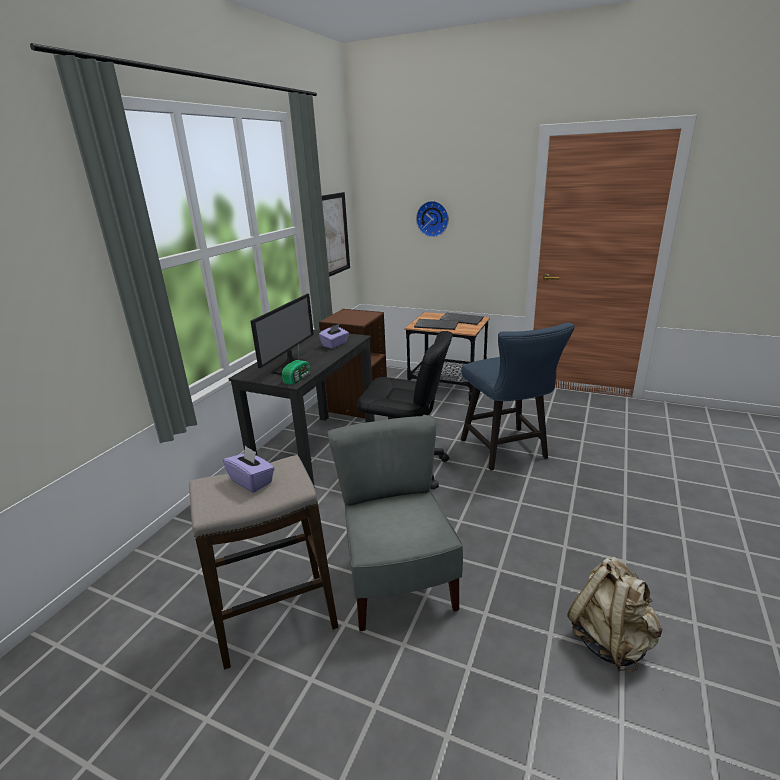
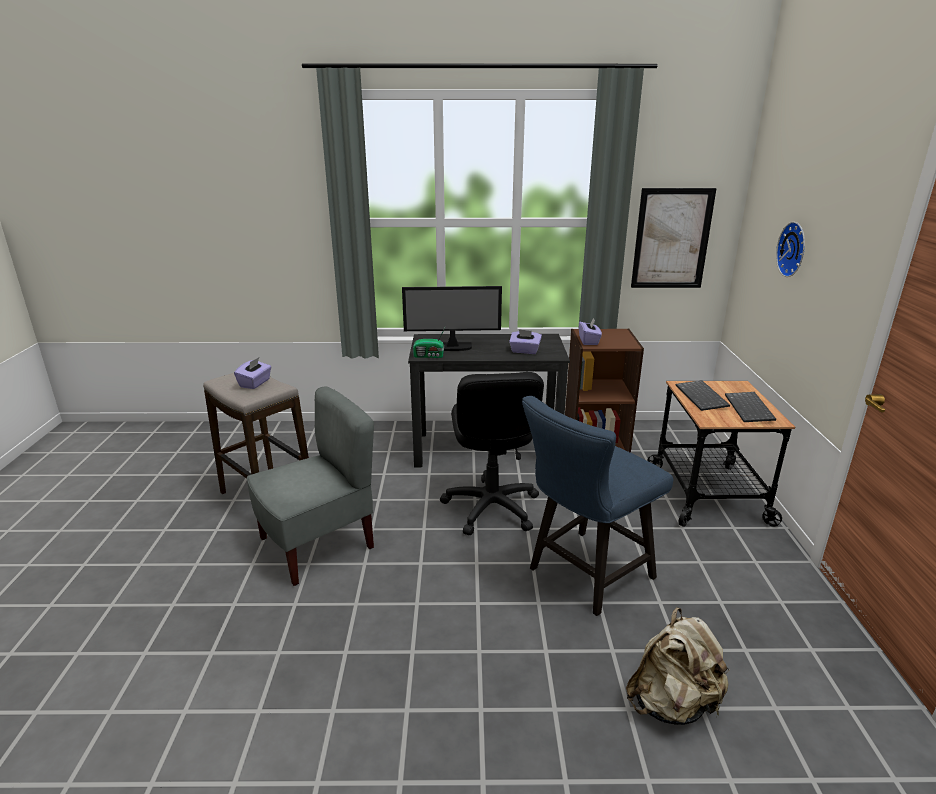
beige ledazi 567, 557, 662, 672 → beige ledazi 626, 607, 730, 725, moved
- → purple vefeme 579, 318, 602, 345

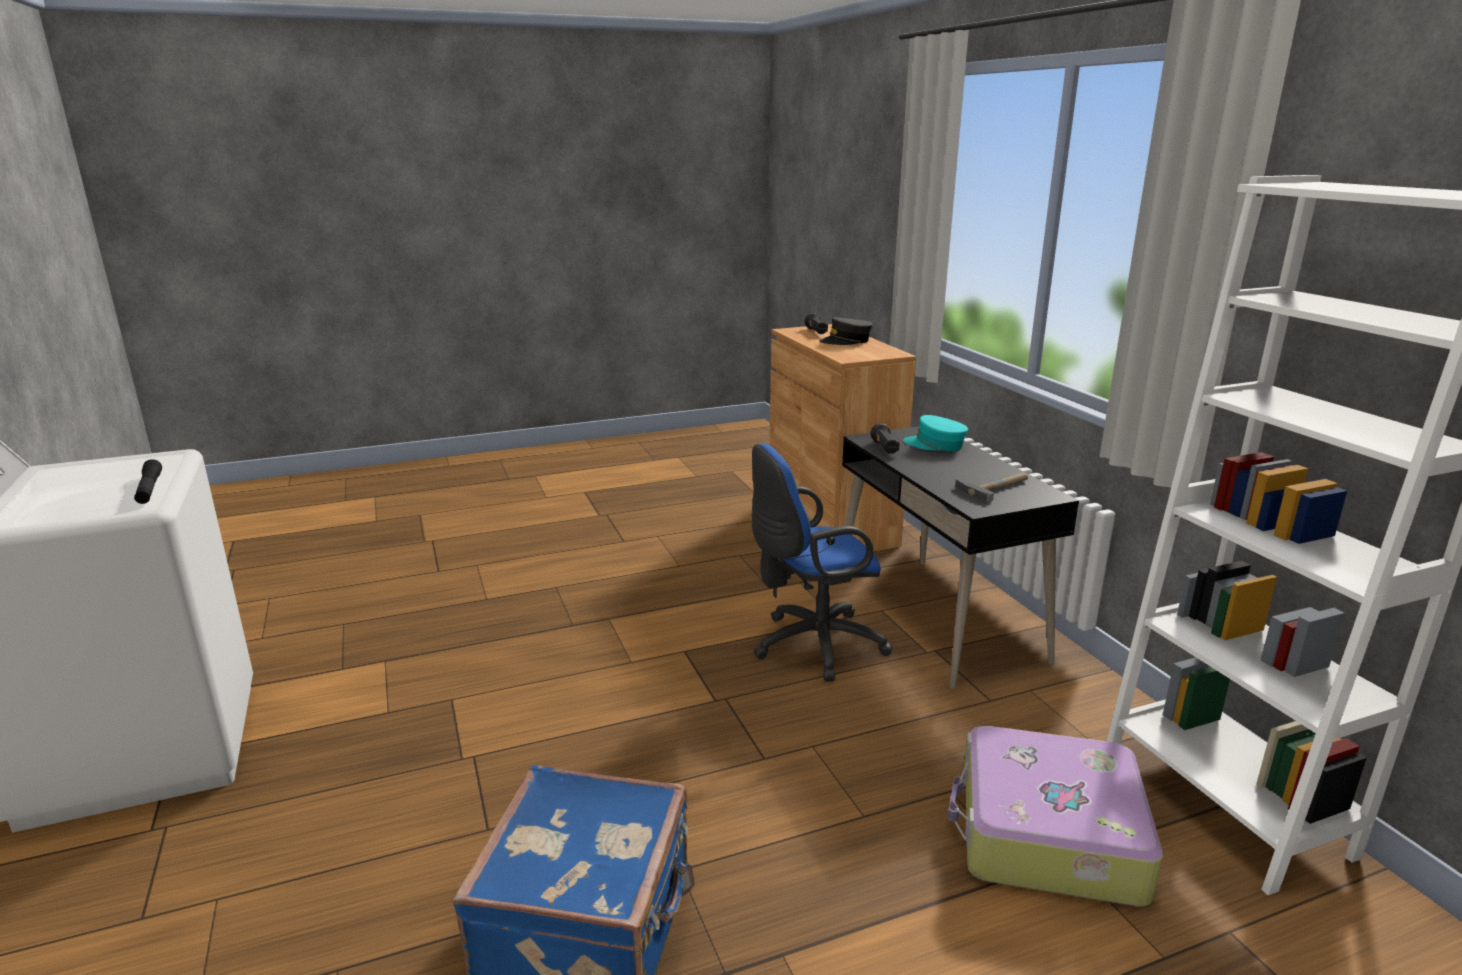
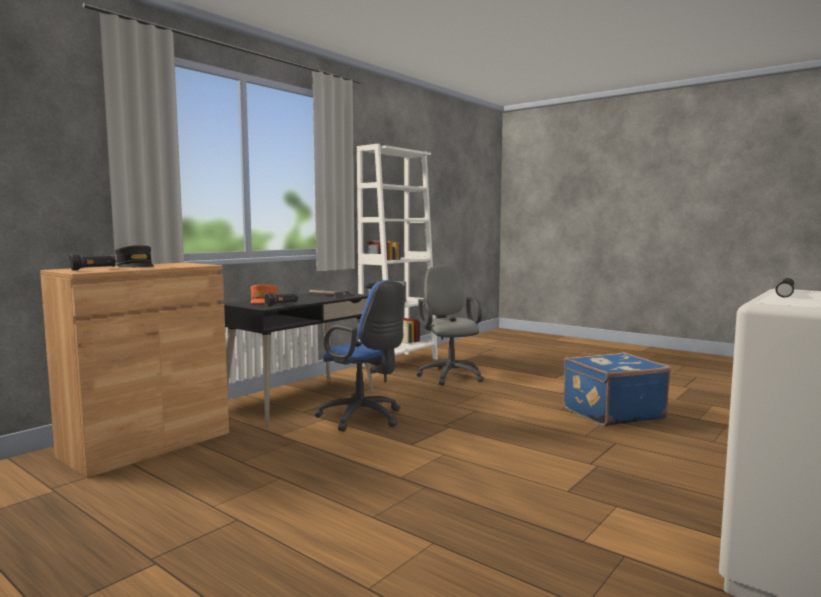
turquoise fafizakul 903, 415, 968, 451 → orange fafizakul 250, 285, 278, 304
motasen 948, 726, 1163, 907 → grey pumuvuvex 416, 264, 484, 385

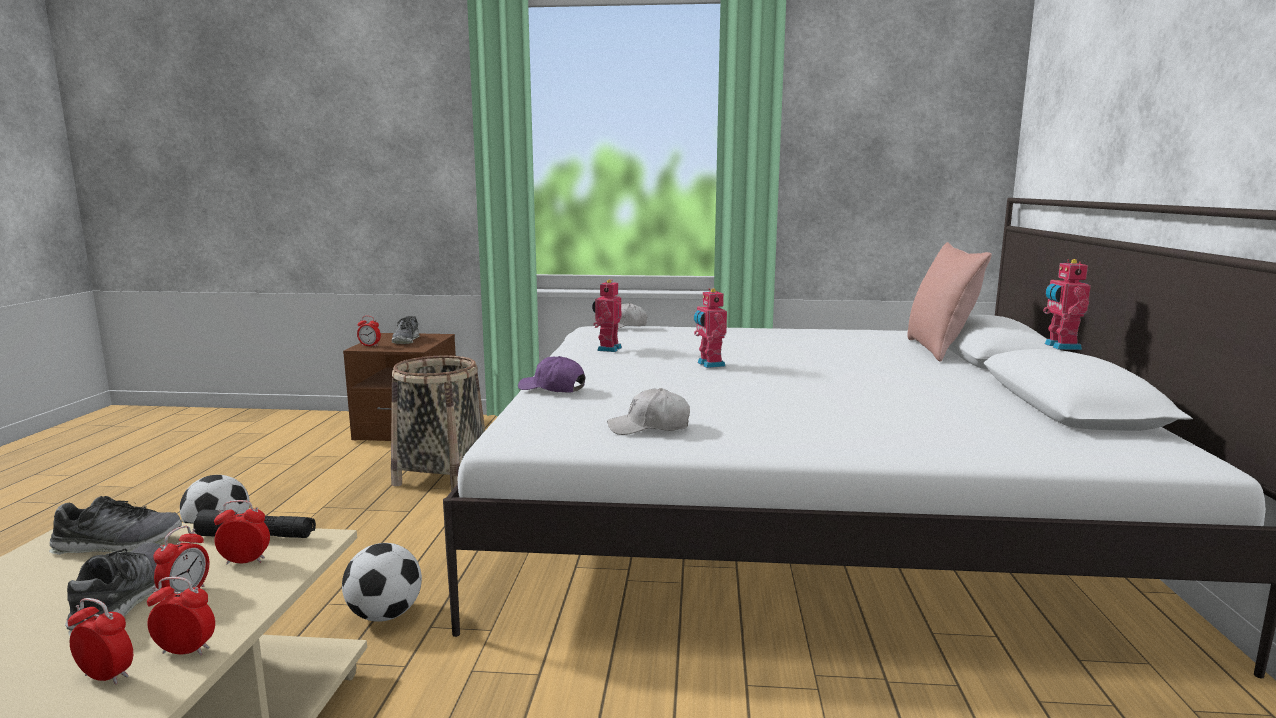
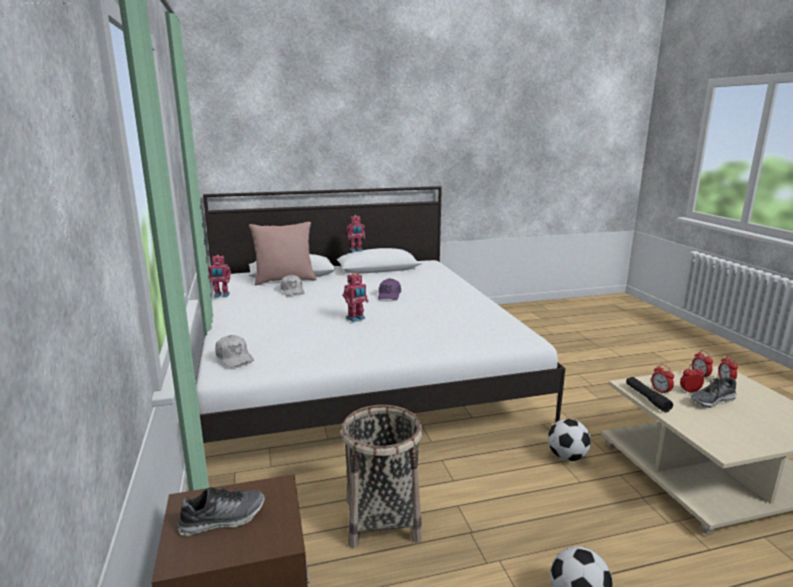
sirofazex 49, 496, 182, 555 → -
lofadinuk 357, 316, 381, 347 → -
purple fafizakul 518, 356, 585, 393 → purple fafizakul 378, 278, 401, 300, moved
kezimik 592, 280, 622, 352 → kezimik 208, 255, 231, 298, moved
white fafizakul 607, 388, 690, 435 → white fafizakul 281, 275, 304, 296, moved

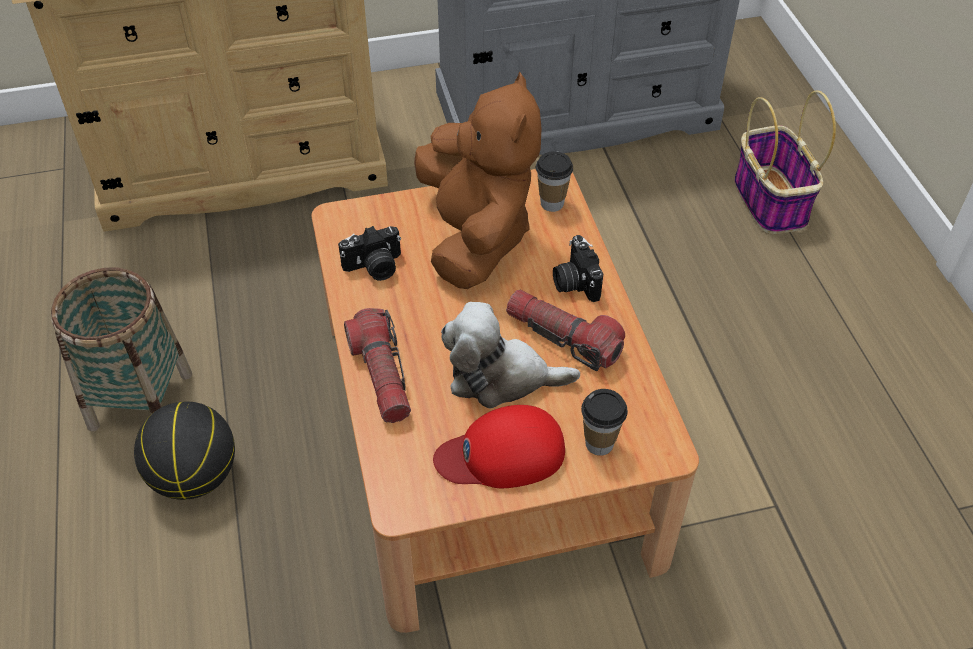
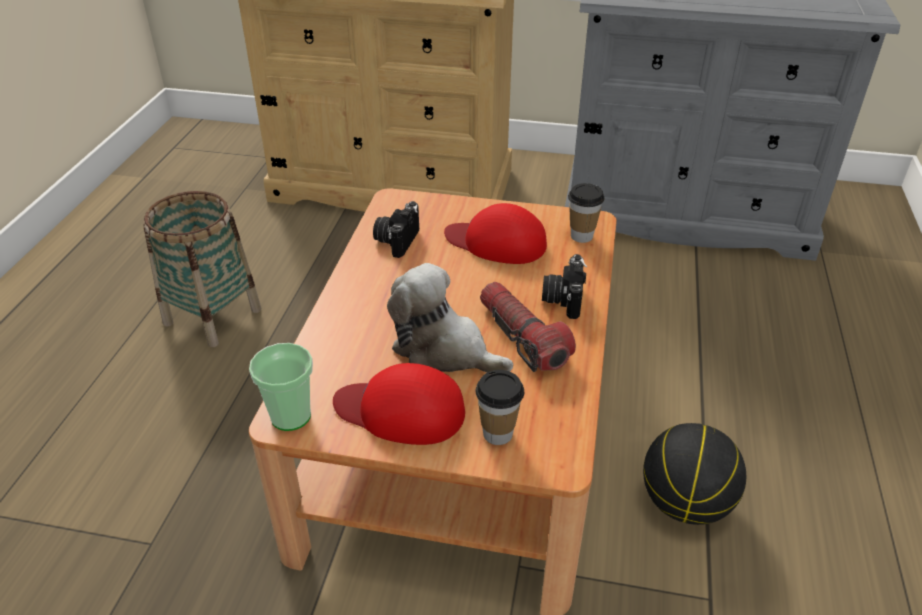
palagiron 134, 401, 235, 500 → palagiron 643, 423, 746, 525, moved
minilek 338, 226, 401, 281 → minilek 373, 201, 419, 258, 105 degrees clockwise
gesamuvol 344, 308, 411, 423 → -
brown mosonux 414, 72, 542, 289 → red fafizakul 444, 203, 547, 264
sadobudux 734, 90, 836, 234 → -
- → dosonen 249, 343, 313, 431

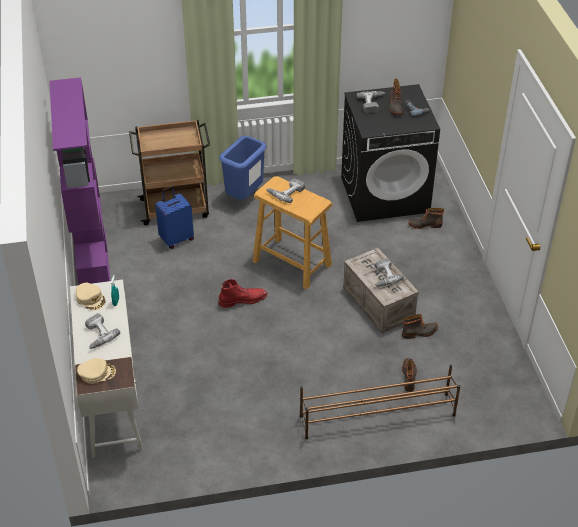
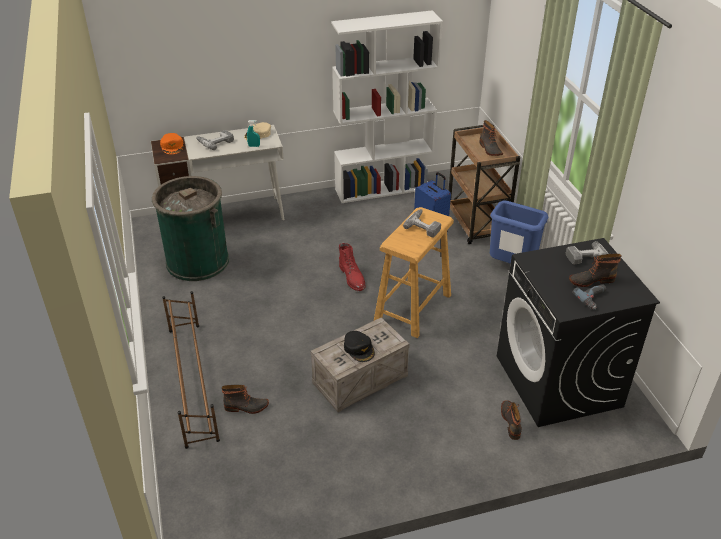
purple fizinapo 49, 77, 110, 285 → white fizinapo 331, 10, 443, 203
beige fafizakul 77, 358, 116, 384 → orange fafizakul 160, 133, 183, 154
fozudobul 375, 258, 404, 287 → black fafizakul 344, 331, 375, 362
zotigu 402, 314, 438, 339 → zotigu 479, 120, 503, 156, moved
- → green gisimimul 152, 176, 229, 281

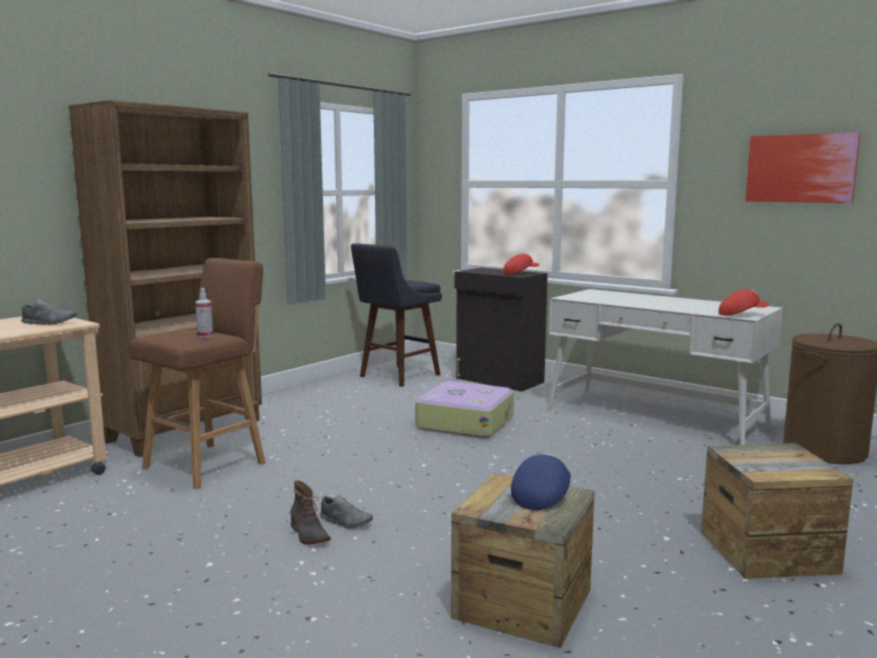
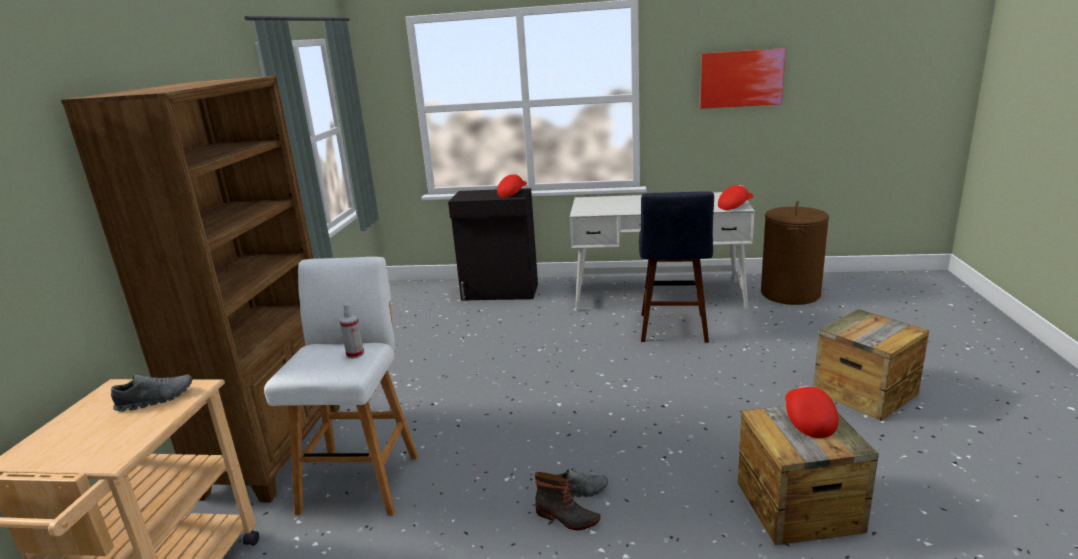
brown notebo 129, 258, 266, 490 → white notebo 264, 257, 418, 516
blue notebo 351, 243, 442, 387 → blue notebo 639, 192, 714, 343, moved
motasen 415, 381, 514, 438 → -
blue fafizakul 511, 453, 571, 510 → red fafizakul 785, 385, 838, 438

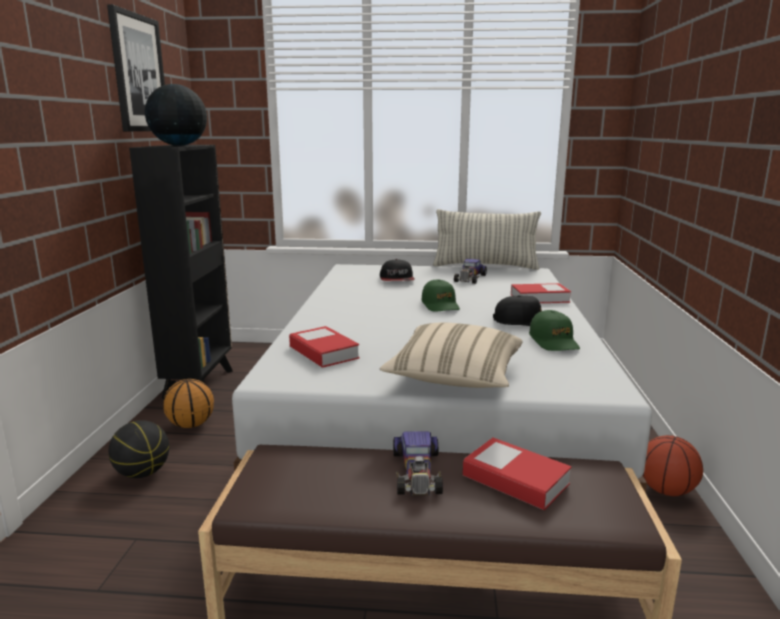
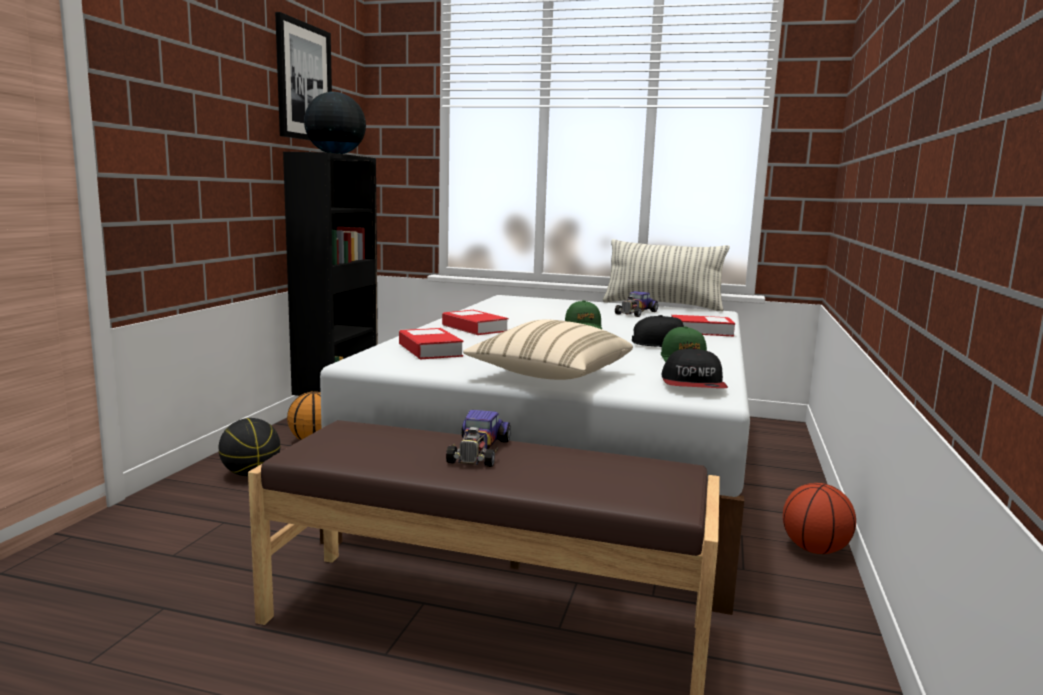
fafizakul 380, 259, 415, 281 → fafizakul 662, 348, 728, 388, moved
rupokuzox 463, 438, 572, 510 → rupokuzox 442, 310, 508, 335, moved

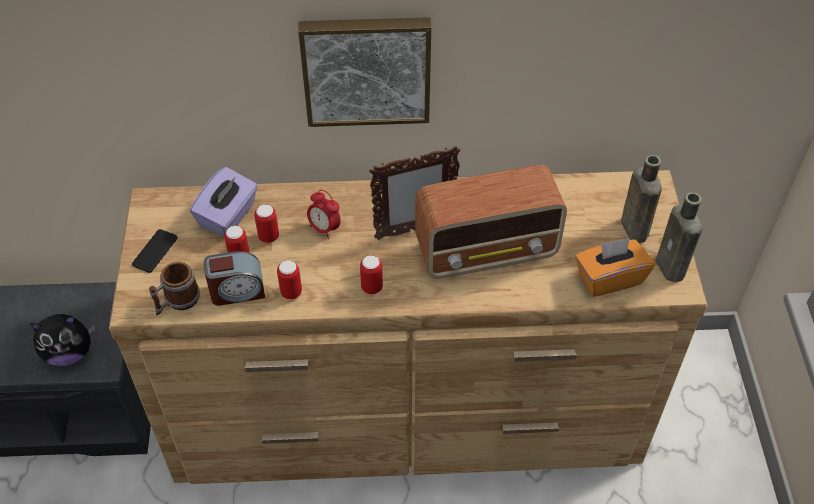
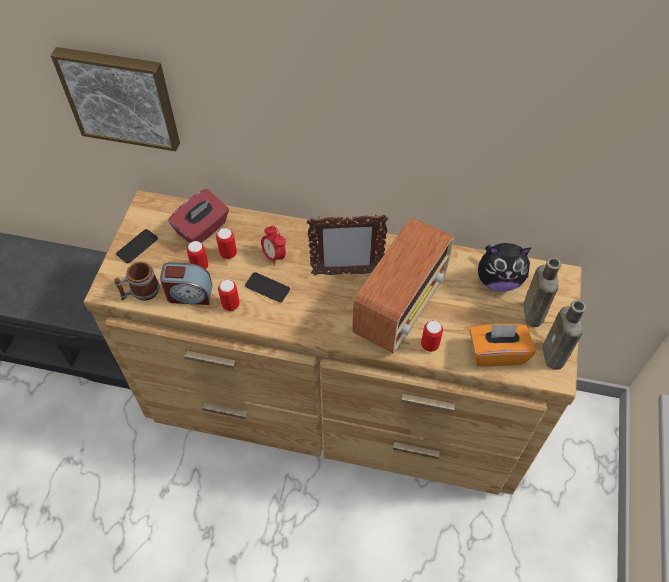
mosonux 30, 314, 95, 366 → mosonux 478, 243, 531, 292, moved
purple vefeme 190, 167, 258, 236 → red vefeme 168, 189, 229, 243
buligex 298, 17, 431, 127 → buligex 51, 47, 180, 151, moved
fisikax 360, 255, 383, 294 → fisikax 421, 320, 443, 352, moved
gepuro 415, 165, 567, 279 → gepuro 352, 218, 454, 354, 60 degrees counterclockwise
- → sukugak 245, 272, 290, 302

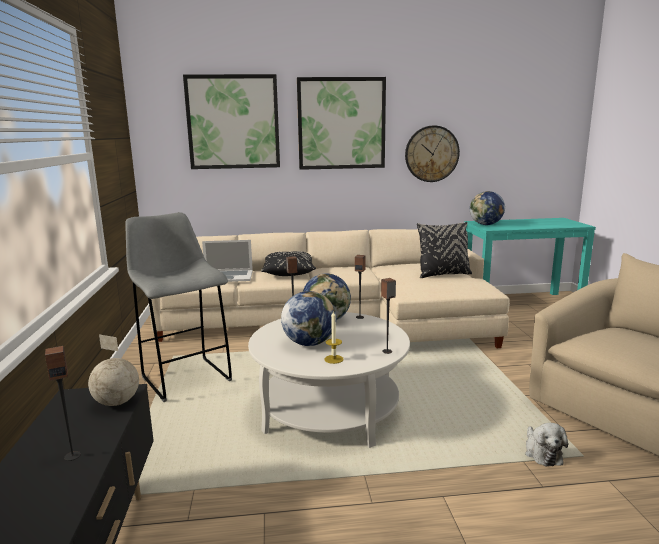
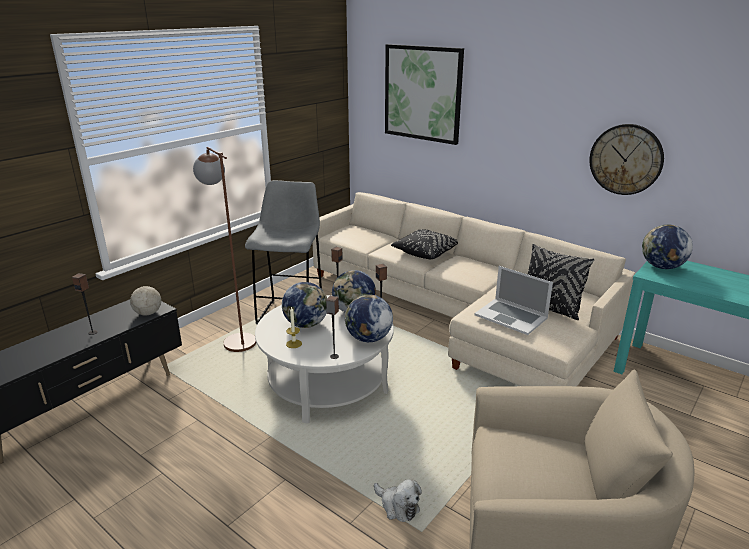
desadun 202, 240, 253, 282 → desadun 474, 266, 553, 335, moved
buligex 297, 77, 386, 170 → -
mosonux 525, 423, 568, 466 → mosonux 374, 479, 422, 522, 90 degrees counterclockwise
- → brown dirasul 193, 147, 256, 352
- → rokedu 345, 295, 393, 342

